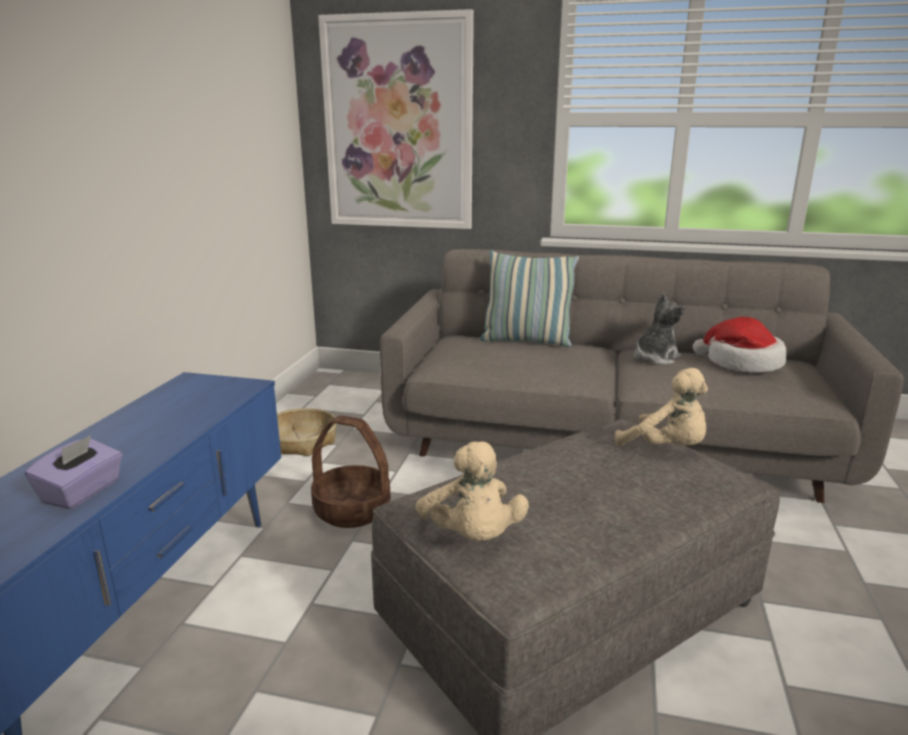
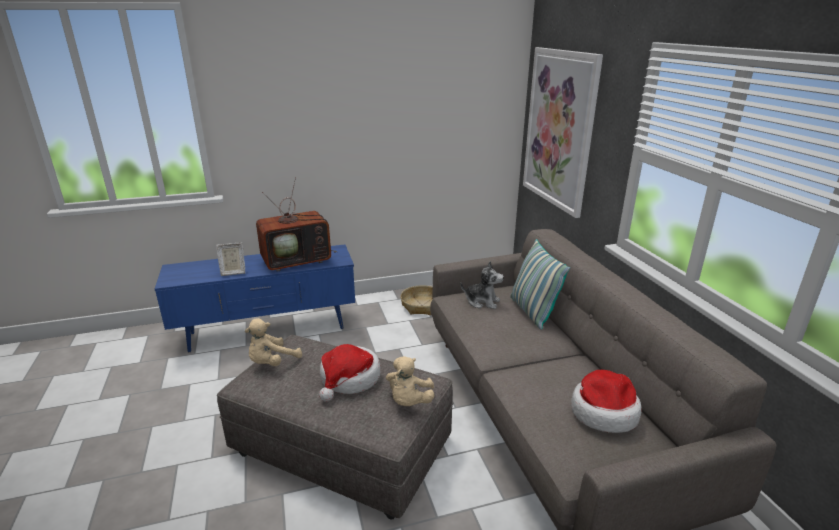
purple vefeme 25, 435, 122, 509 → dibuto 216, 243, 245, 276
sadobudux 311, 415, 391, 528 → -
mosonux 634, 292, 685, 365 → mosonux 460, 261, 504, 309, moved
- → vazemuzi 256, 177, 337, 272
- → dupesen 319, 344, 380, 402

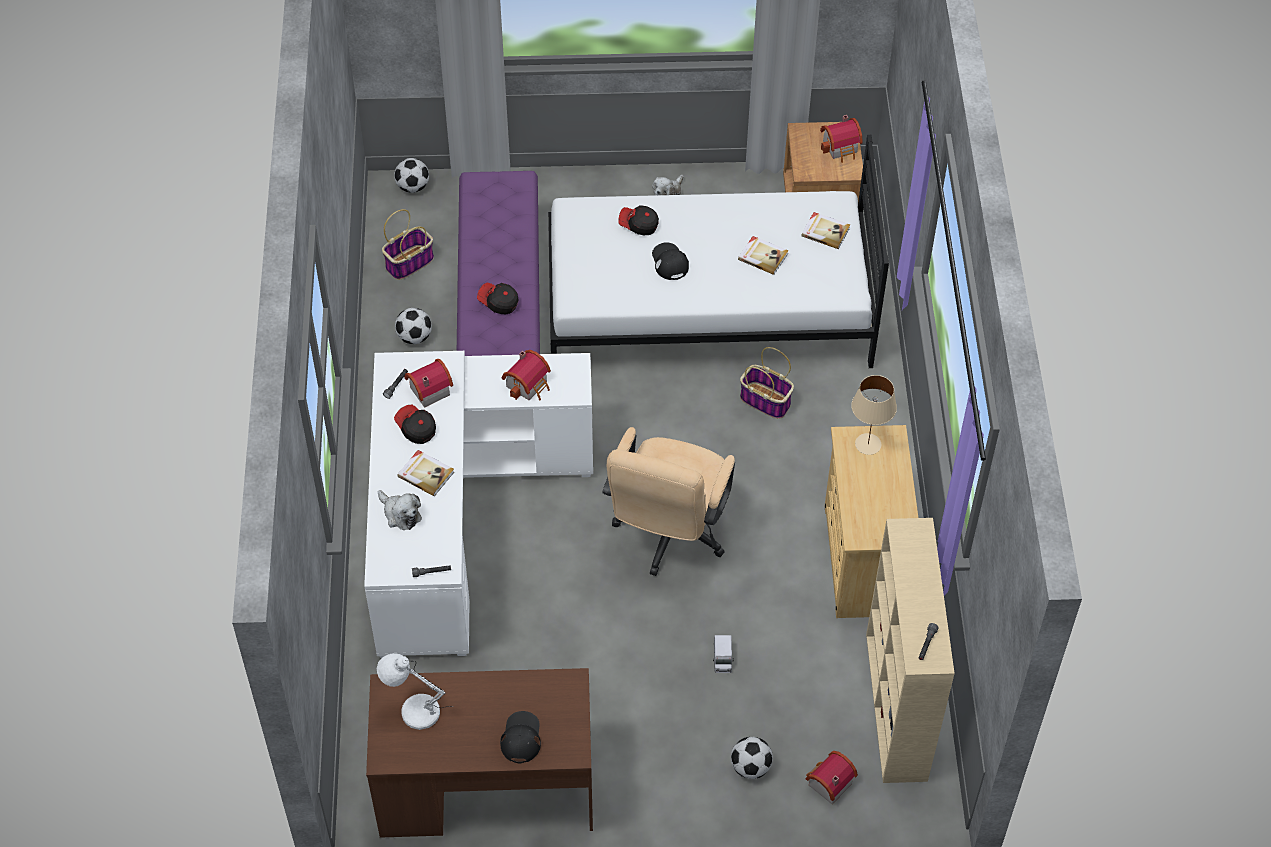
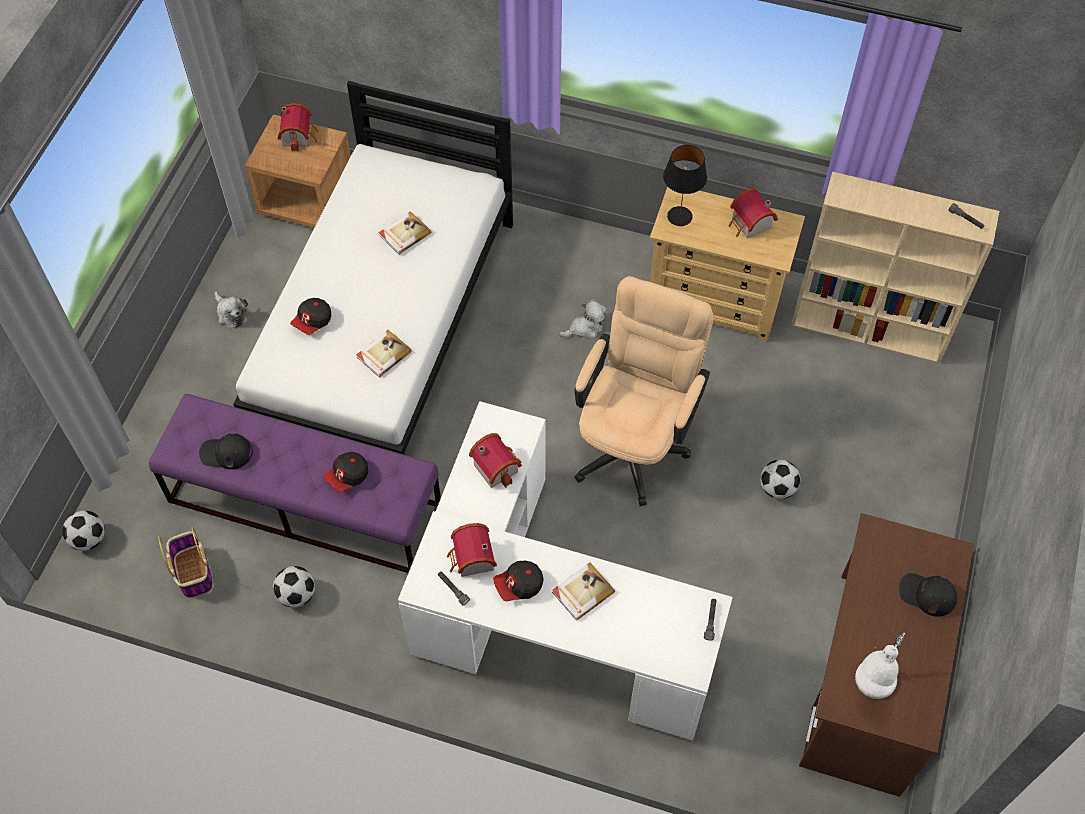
mosonux 378, 490, 422, 530 → mosonux 559, 299, 606, 339, moved
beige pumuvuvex 602, 427, 735, 576 → beige pumuvuvex 574, 276, 713, 506, 105 degrees counterclockwise
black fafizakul 652, 242, 689, 280 → black fafizakul 199, 433, 253, 470, moved
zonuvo 713, 635, 734, 673 → -
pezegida 731, 737, 773, 779 → pezegida 760, 460, 800, 499, moved
sadobudux 740, 347, 794, 419 → -
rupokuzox 801, 212, 850, 249 → rupokuzox 356, 330, 412, 378, moved
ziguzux 805, 751, 858, 804 → ziguzux 728, 188, 778, 238, moved
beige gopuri 851, 375, 897, 455 → black gopuri 663, 145, 707, 226

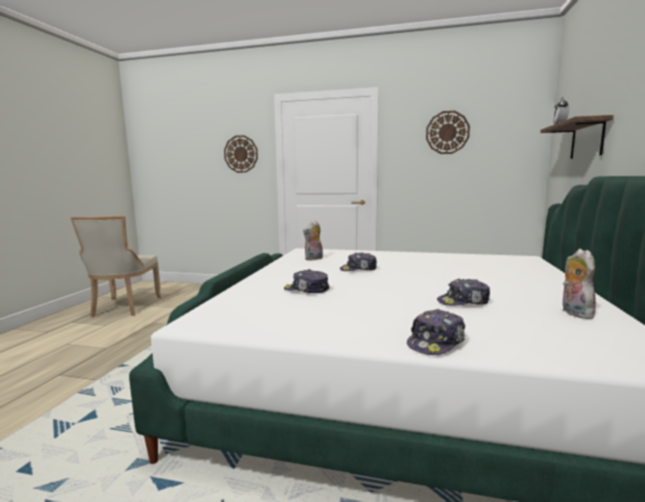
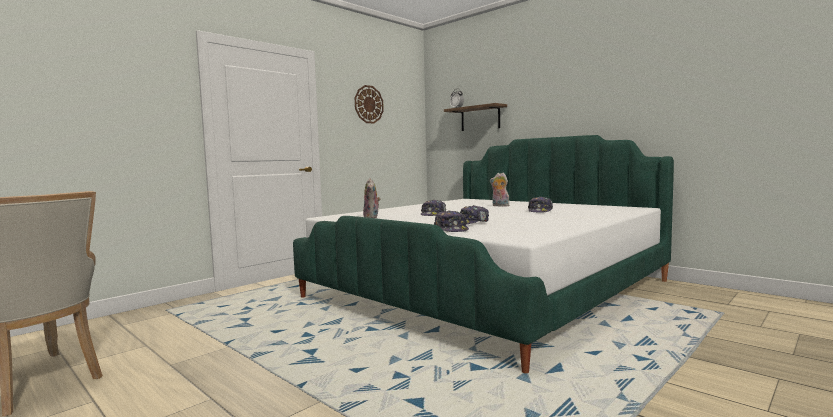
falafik 224, 135, 258, 173 → -
fafizakul 407, 309, 465, 355 → fafizakul 434, 210, 469, 232, moved
mosonux 563, 249, 596, 319 → mosonux 490, 173, 510, 207, moved

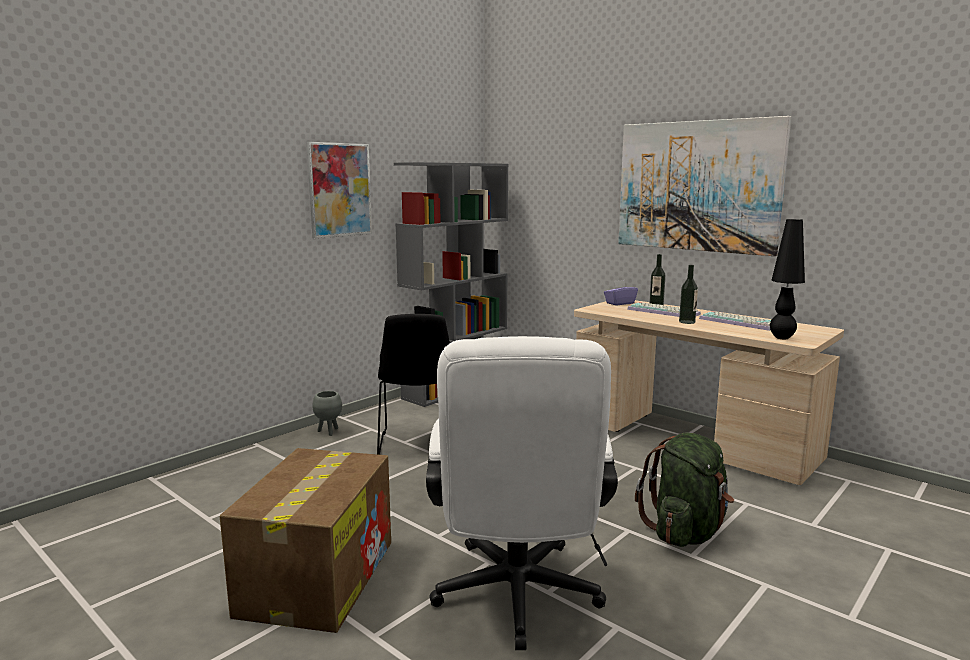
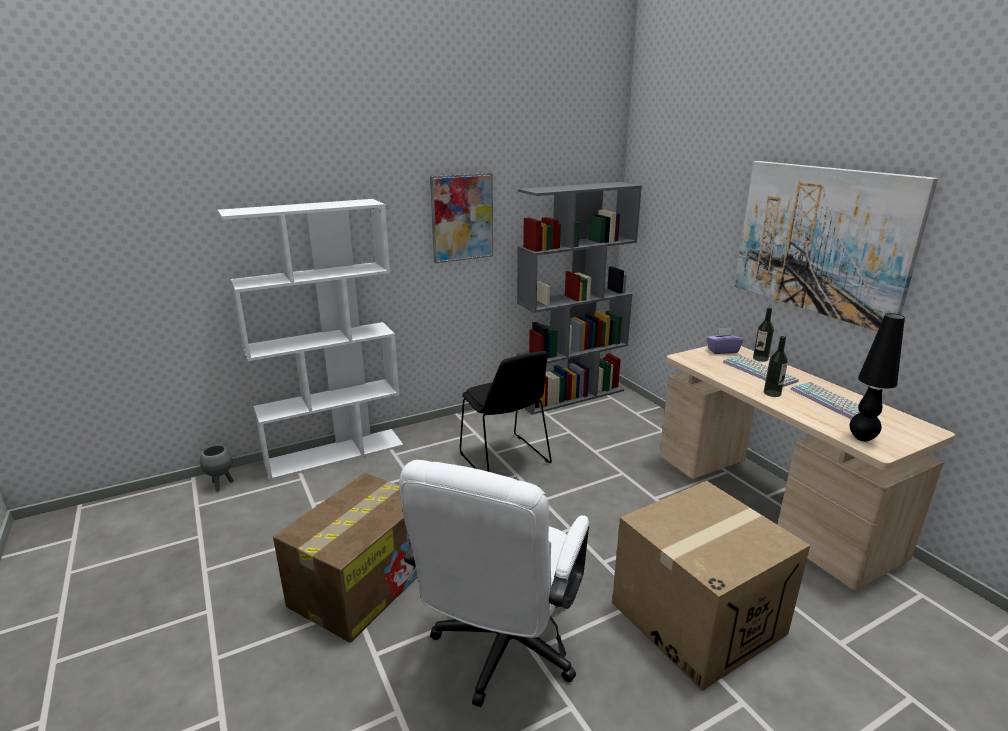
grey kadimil 312, 391, 342, 436 → grey kadimil 200, 445, 234, 491, moved
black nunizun 377, 314, 450, 455 → black nunizun 460, 351, 552, 472, 45 degrees counterclockwise
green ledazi 635, 432, 734, 547 → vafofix 612, 481, 810, 691
- → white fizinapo 218, 199, 403, 481

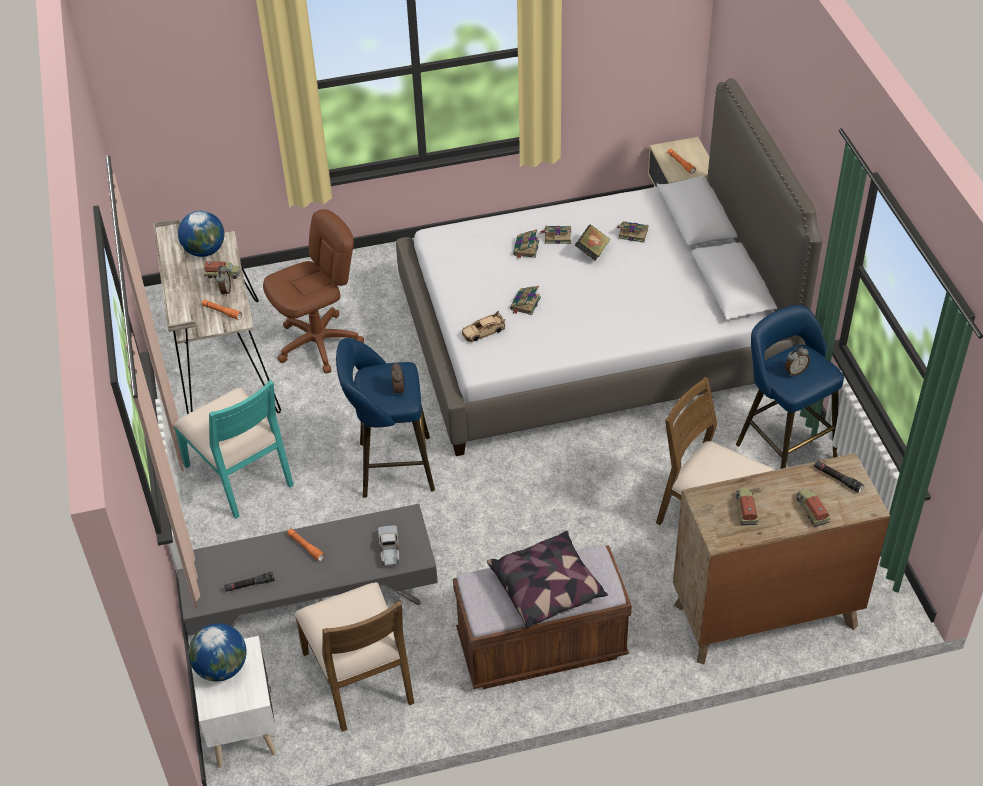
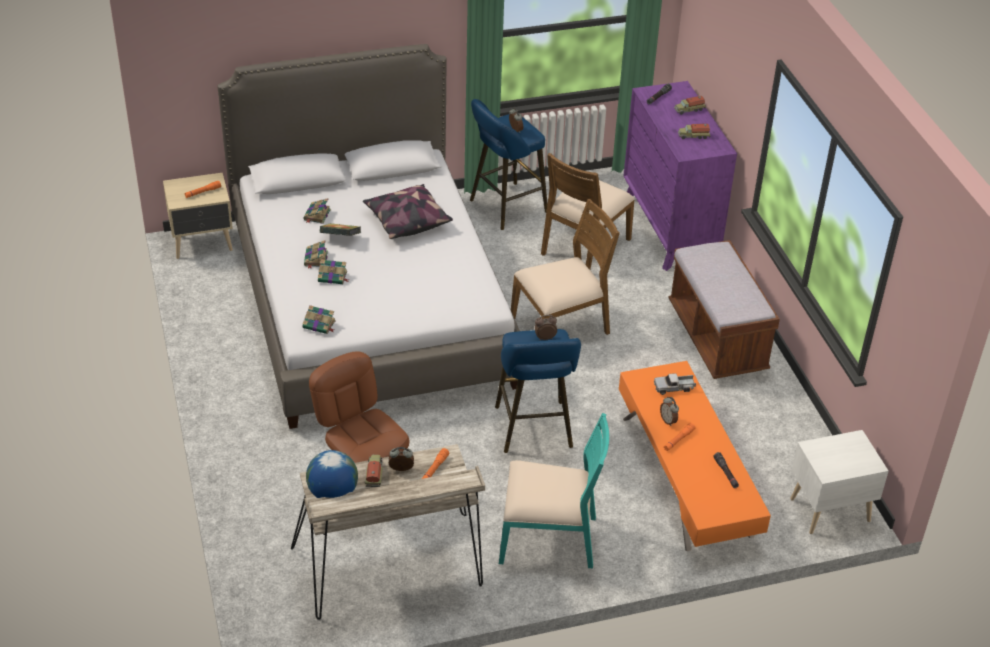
turquoise nunizun 174, 380, 294, 519 → turquoise nunizun 499, 413, 609, 569, 45 degrees clockwise
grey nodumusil 177, 504, 438, 636 → orange nodumusil 619, 361, 771, 551
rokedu 188, 623, 247, 682 → -
brown nunizun 294, 582, 414, 732 → brown nunizun 511, 199, 620, 335, moved
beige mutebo 462, 311, 505, 342 → -
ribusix 487, 531, 608, 629 → ribusix 363, 184, 453, 239, moved
rupokuzox 510, 286, 541, 315 → rupokuzox 303, 305, 336, 334, moved
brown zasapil 673, 453, 890, 664 → purple zasapil 623, 81, 737, 271
- → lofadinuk 660, 397, 679, 426

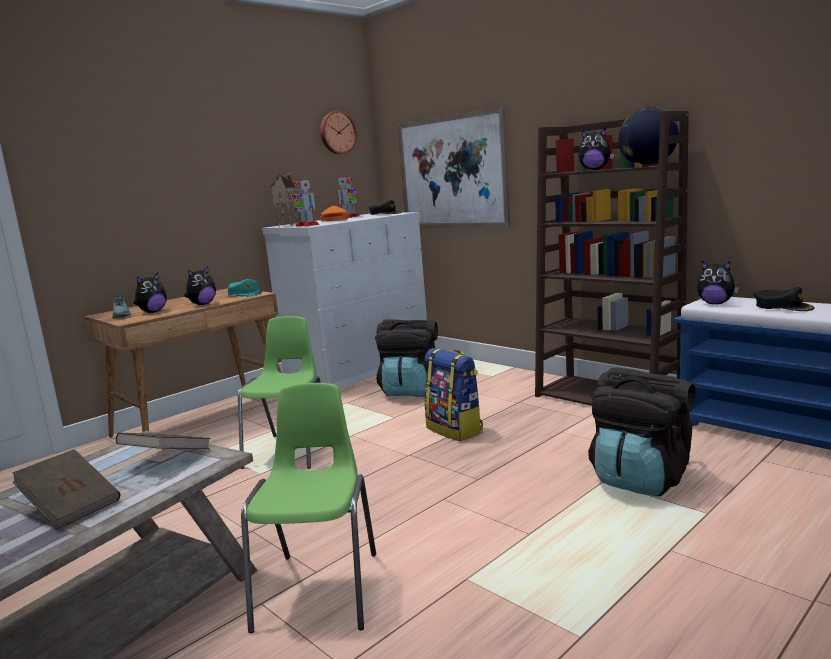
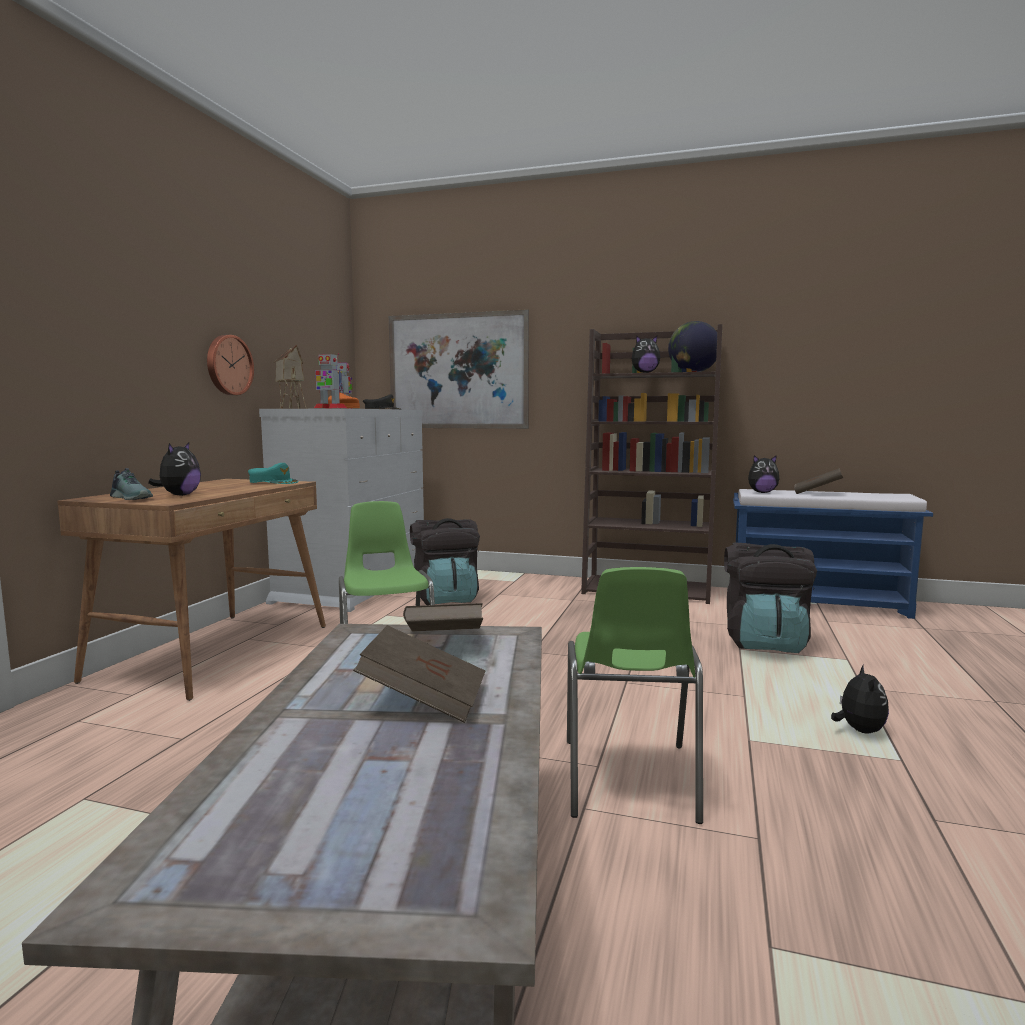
mosonux 184, 266, 216, 305 → mosonux 831, 665, 889, 733, moved
green nunizun 241, 383, 376, 633 → green nunizun 567, 567, 703, 824, 150 degrees counterclockwise
falafik 320, 110, 357, 154 → falafik 207, 335, 254, 395, moved
ledazi 424, 348, 483, 441 → -
black fafizakul 754, 287, 815, 311 → brown rupokuzox 794, 468, 843, 494

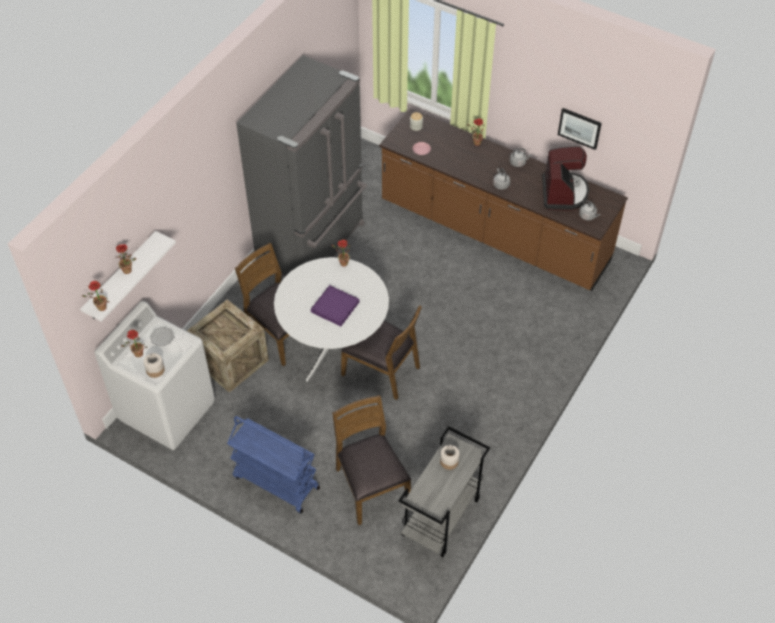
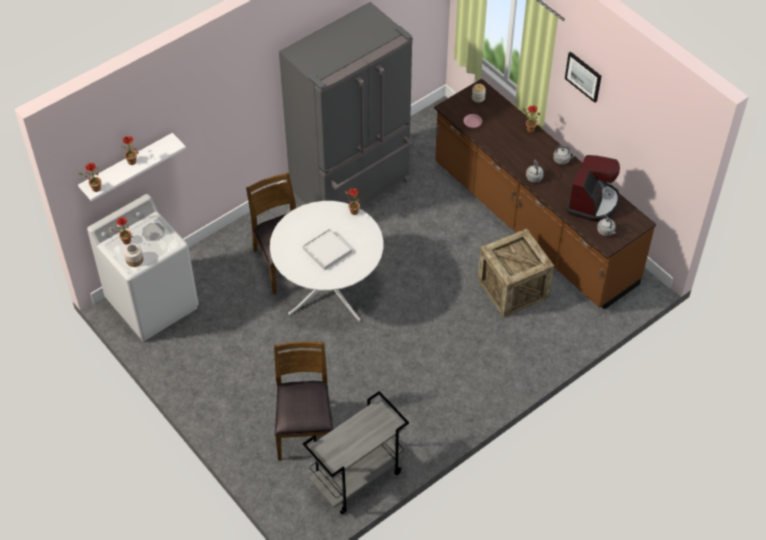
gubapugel 187, 299, 269, 393 → gubapugel 478, 229, 554, 317, moved
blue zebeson 227, 416, 320, 514 → -
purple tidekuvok 311, 285, 359, 326 → white tidekuvok 303, 229, 352, 270
brown nunizun 341, 305, 422, 400 → -
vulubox 440, 445, 459, 470 → -
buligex 558, 108, 602, 150 → buligex 565, 52, 601, 103, moved

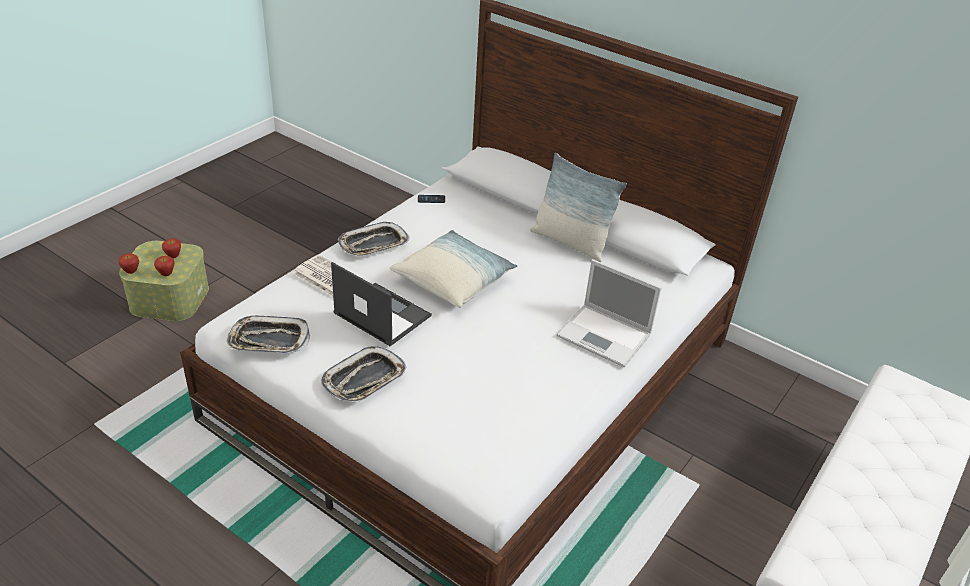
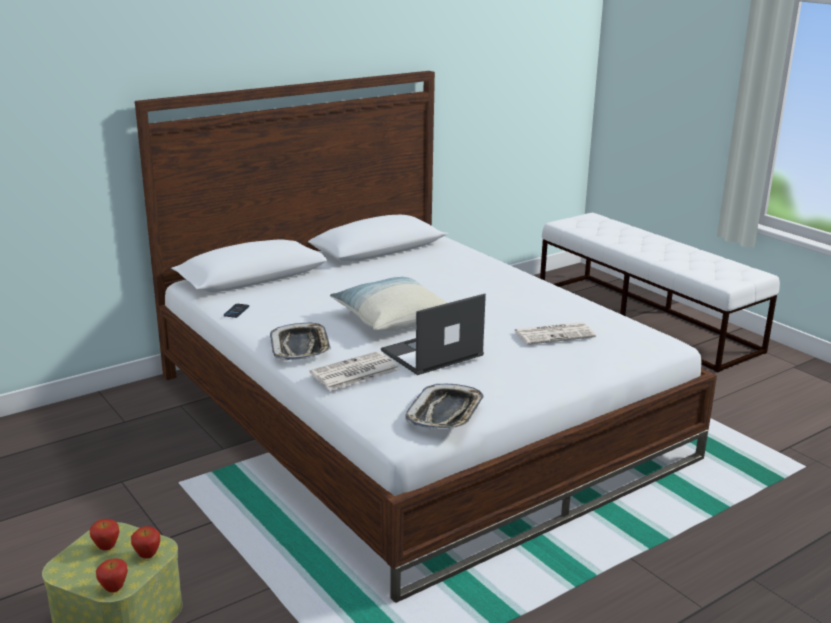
tidekuvok 321, 346, 406, 402 → -
ribusix 530, 153, 627, 262 → -
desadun 556, 259, 662, 367 → -
- → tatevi 514, 322, 596, 345

